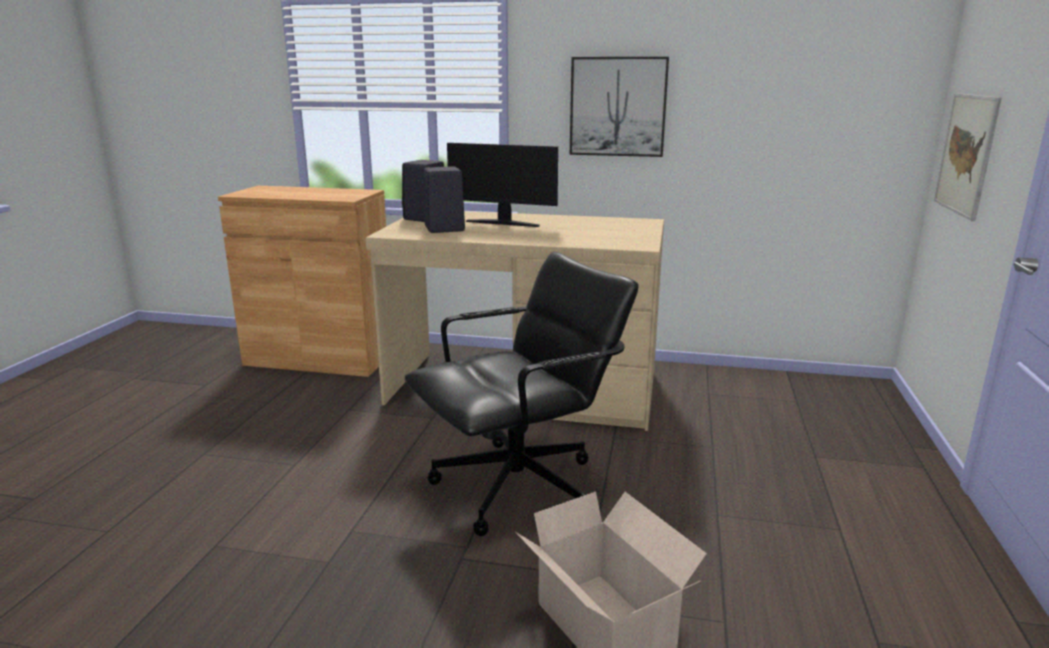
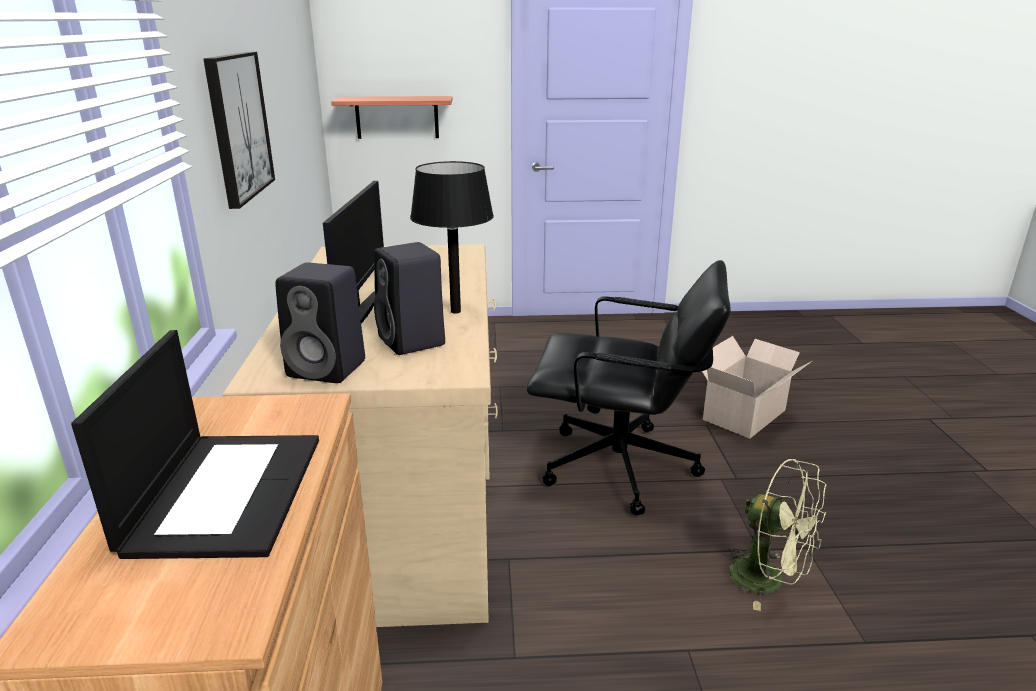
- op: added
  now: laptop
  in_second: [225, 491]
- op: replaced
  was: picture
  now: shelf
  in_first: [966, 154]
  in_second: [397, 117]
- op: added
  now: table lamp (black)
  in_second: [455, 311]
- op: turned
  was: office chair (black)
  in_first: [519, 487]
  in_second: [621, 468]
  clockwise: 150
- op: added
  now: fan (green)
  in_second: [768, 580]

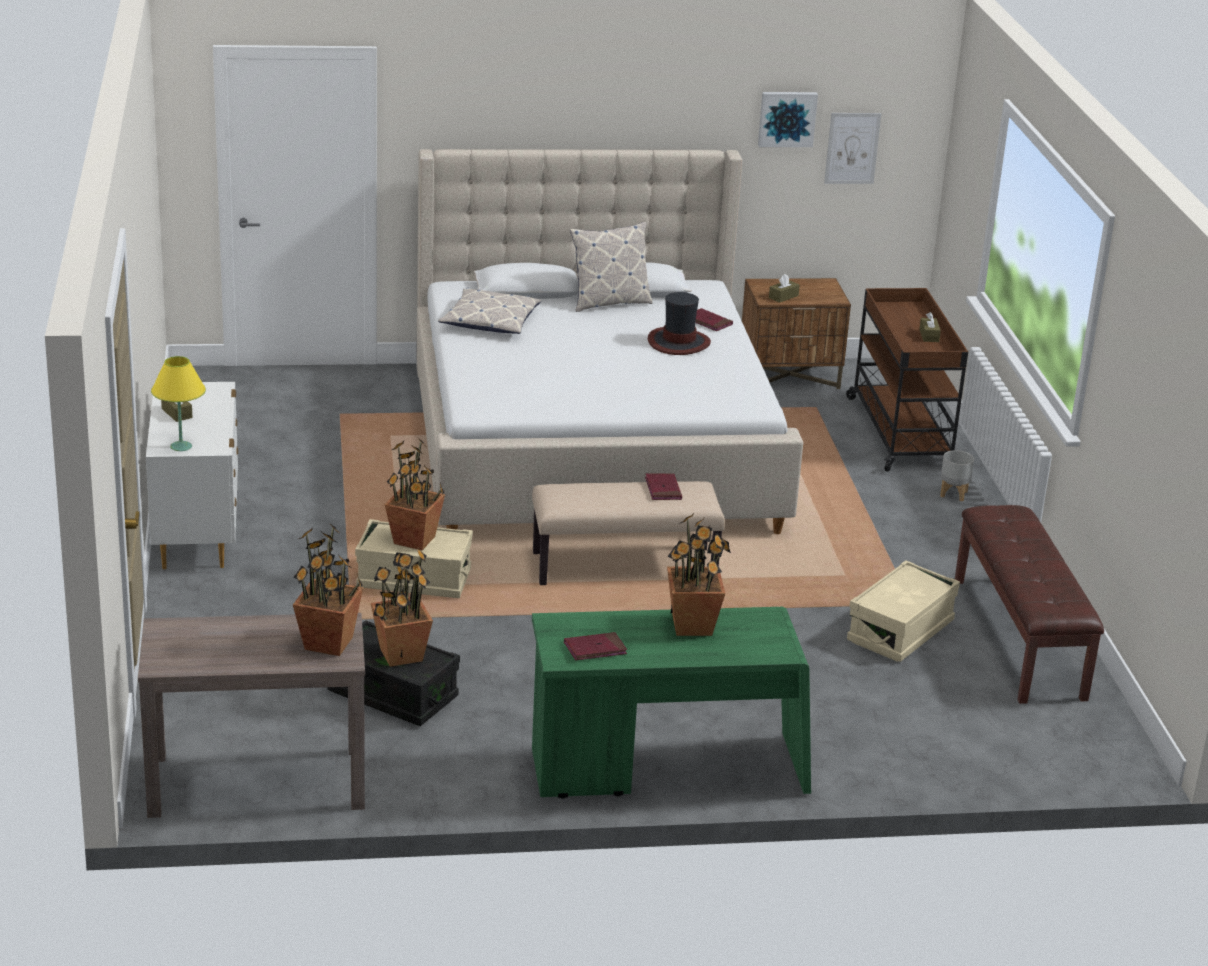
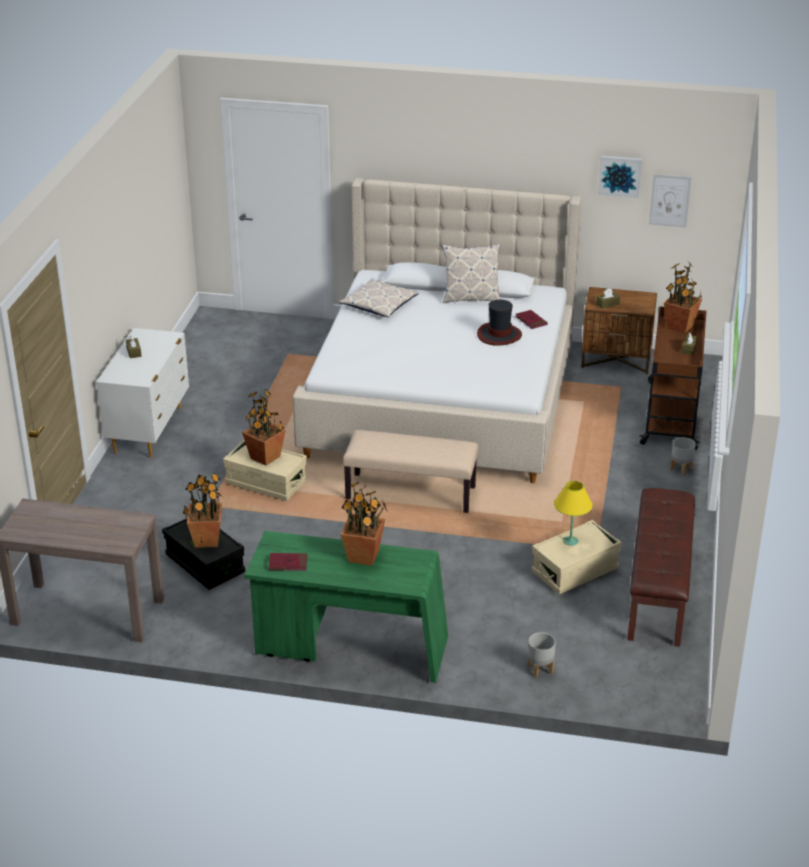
- op: added
  now: planter (grey)
  in_second: [540, 668]
- op: moved
  was: table lamp (yellow)
  in_first: [181, 446]
  in_second: [570, 541]
- op: moved
  was: potted plant
  in_first: [328, 644]
  in_second: [680, 327]
- op: removed
  was: book (red)
  in_first: [663, 489]

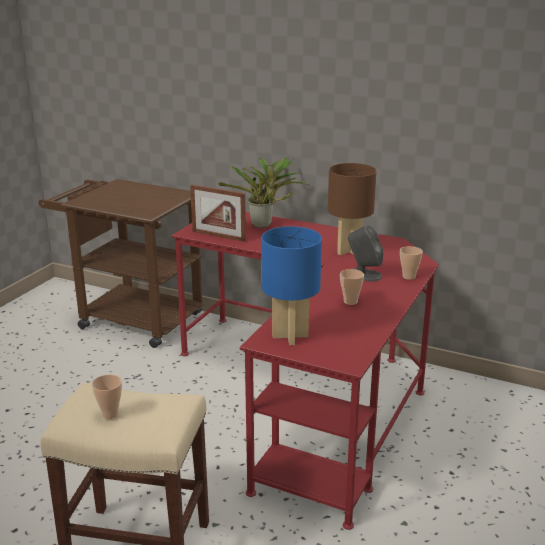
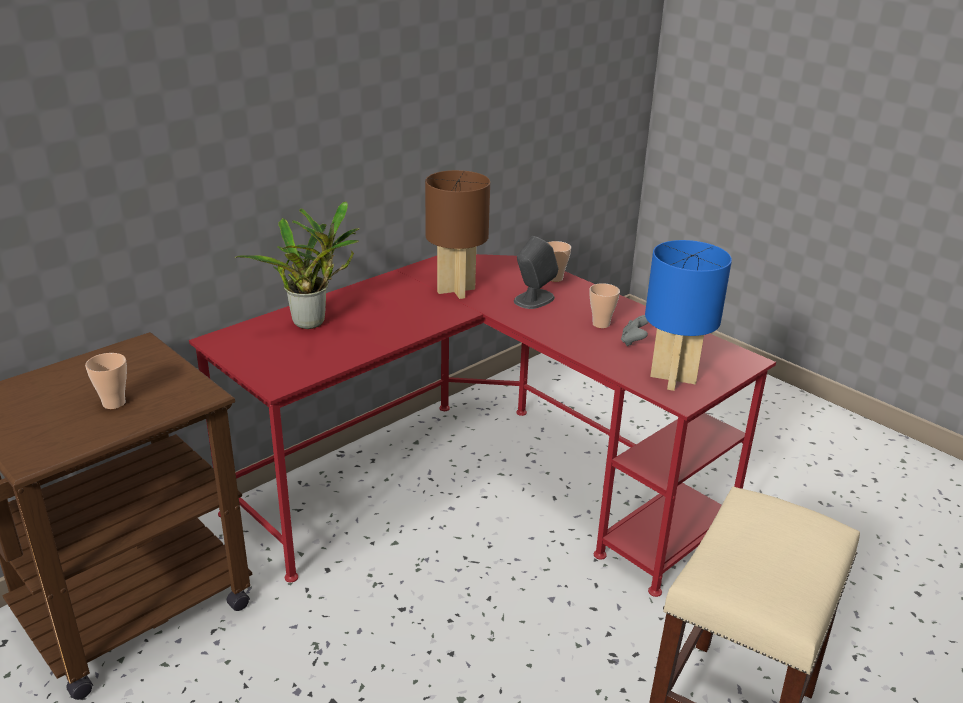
- op: moved
  was: cup
  in_first: [110, 414]
  in_second: [114, 403]
- op: added
  now: game controller (grey)
  in_second: [634, 341]
- op: removed
  was: picture frame
  in_first: [218, 236]

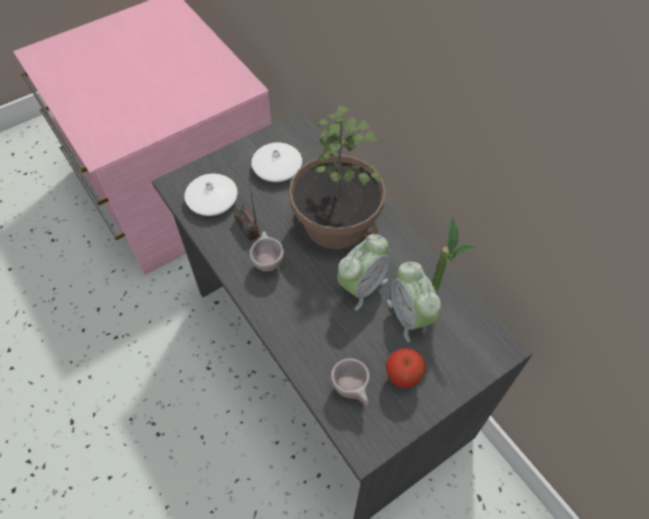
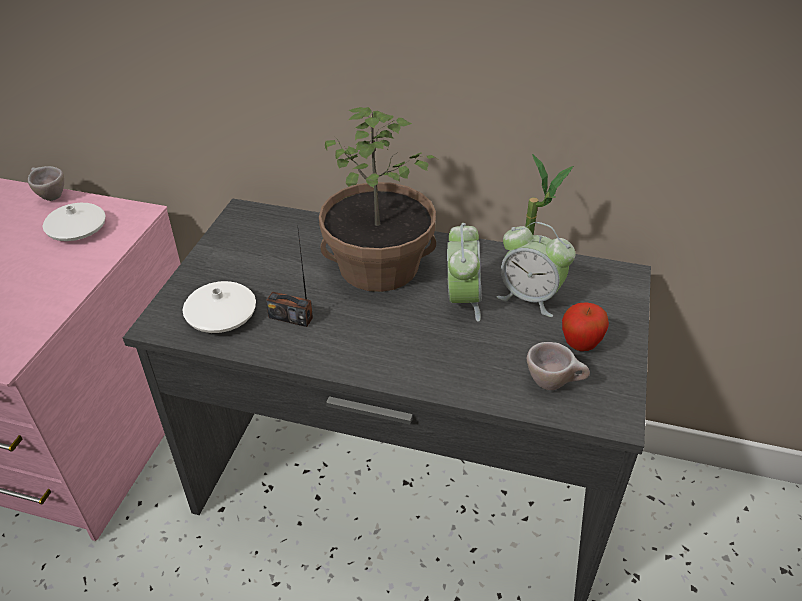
- op: moved
  was: cup (beige)
  in_first: [267, 261]
  in_second: [49, 196]
- op: moved
  was: vase (white)
  in_first: [277, 167]
  in_second: [77, 229]

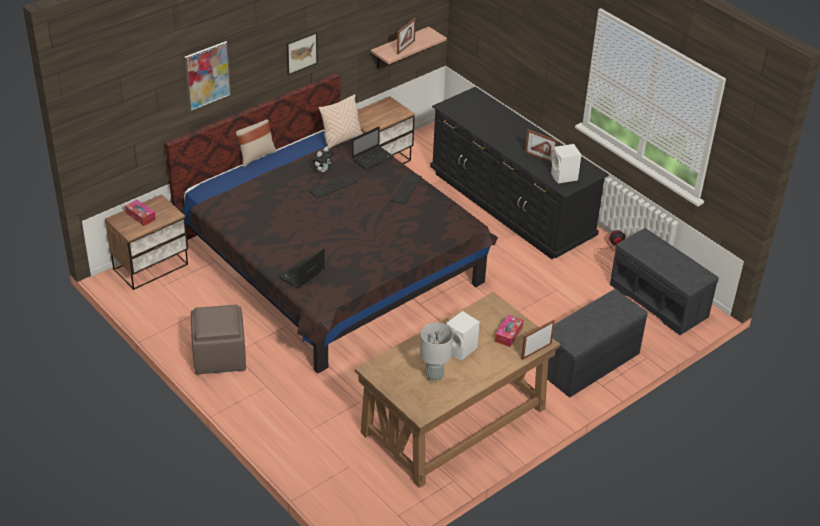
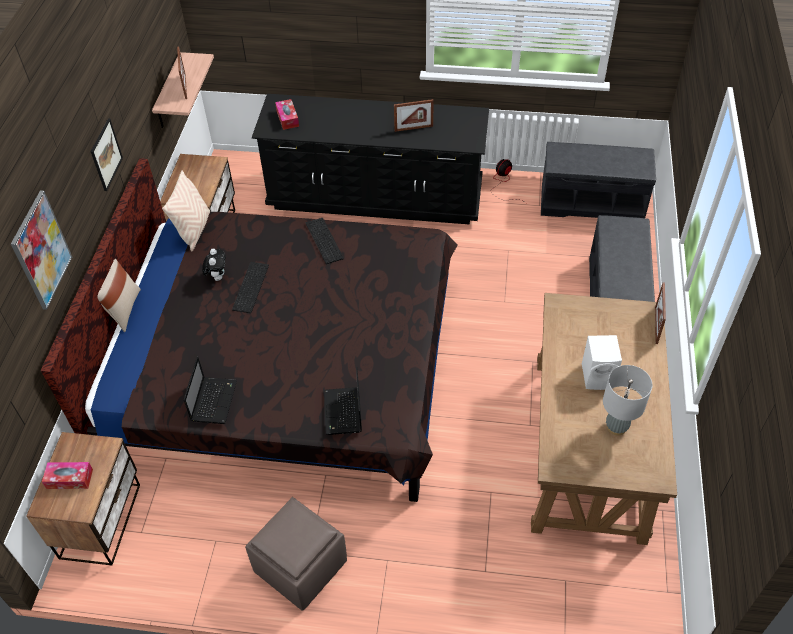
- op: moved
  was: laptop
  in_first: [373, 158]
  in_second: [214, 400]
- op: moved
  was: tissue box
  in_first: [508, 334]
  in_second: [287, 118]
- op: removed
  was: speaker (white)
  in_first: [564, 177]

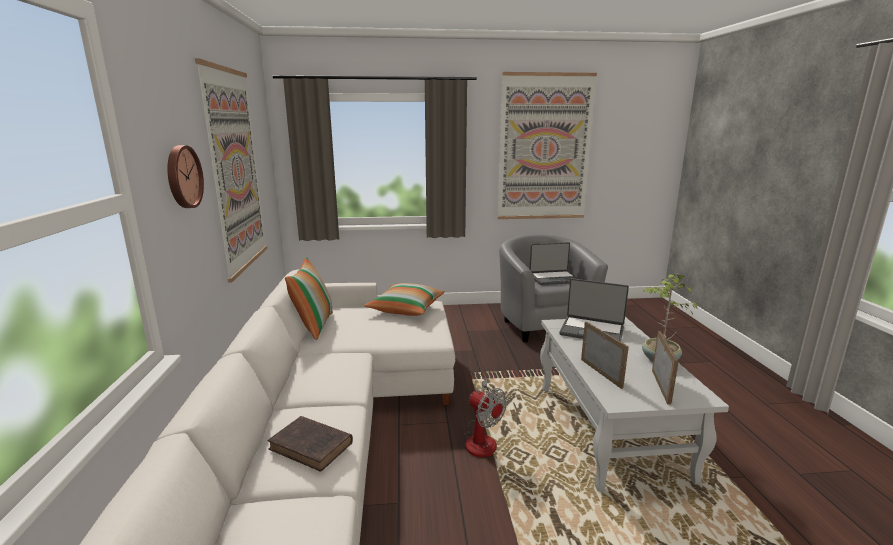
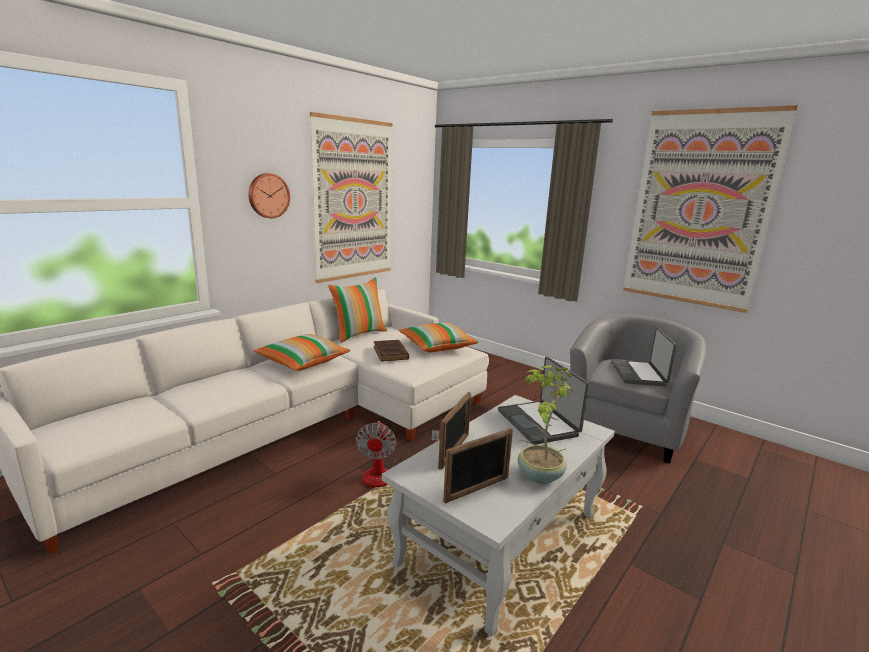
- op: added
  now: pillow
  in_second: [303, 362]
- op: moved
  was: book (brown)
  in_first: [312, 447]
  in_second: [391, 353]
- op: turned
  was: laptop
  in_first: [553, 278]
  in_second: [639, 374]
  clockwise: 60

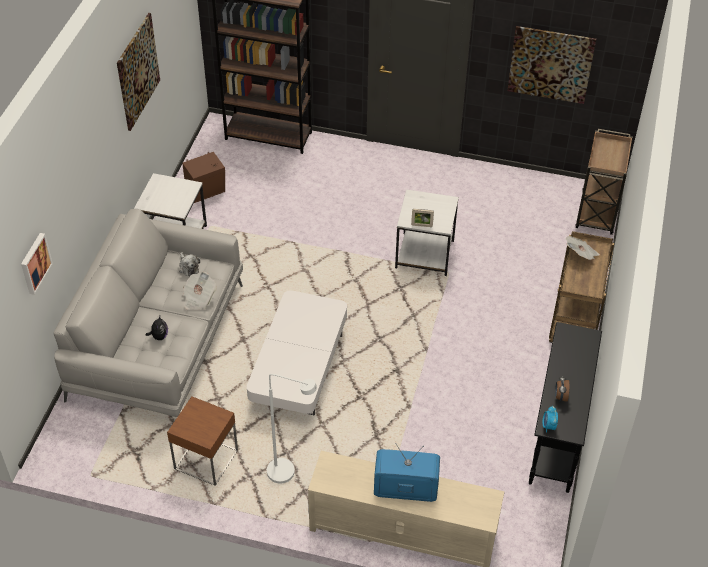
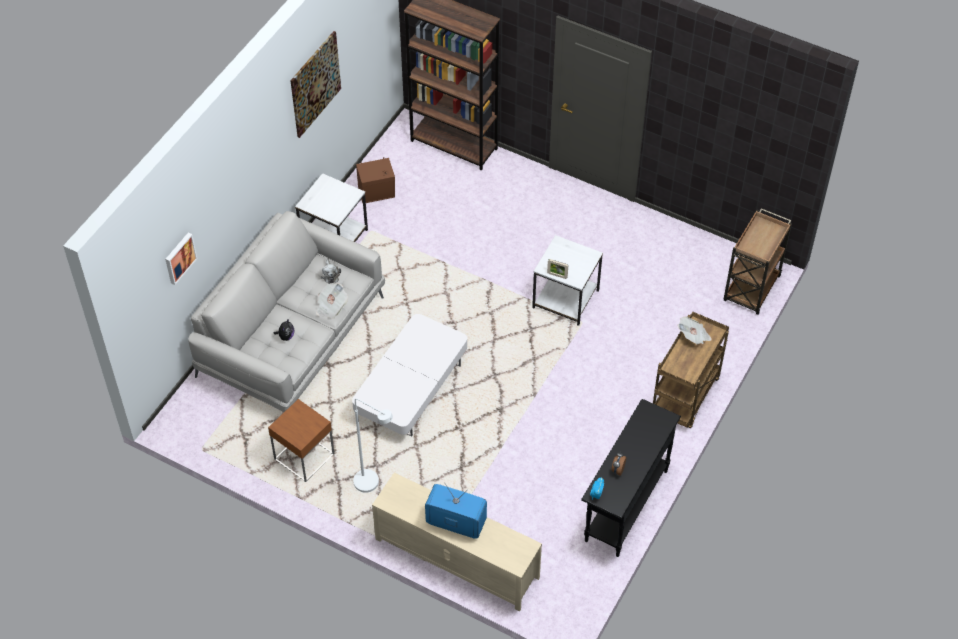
- op: removed
  was: picture
  in_first: [550, 64]

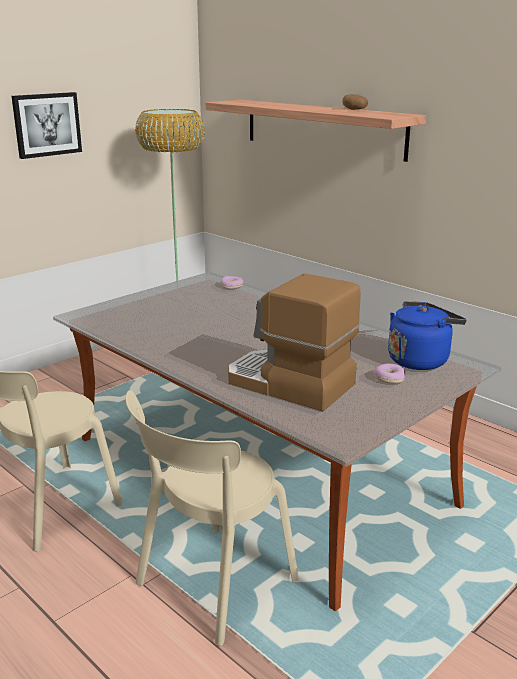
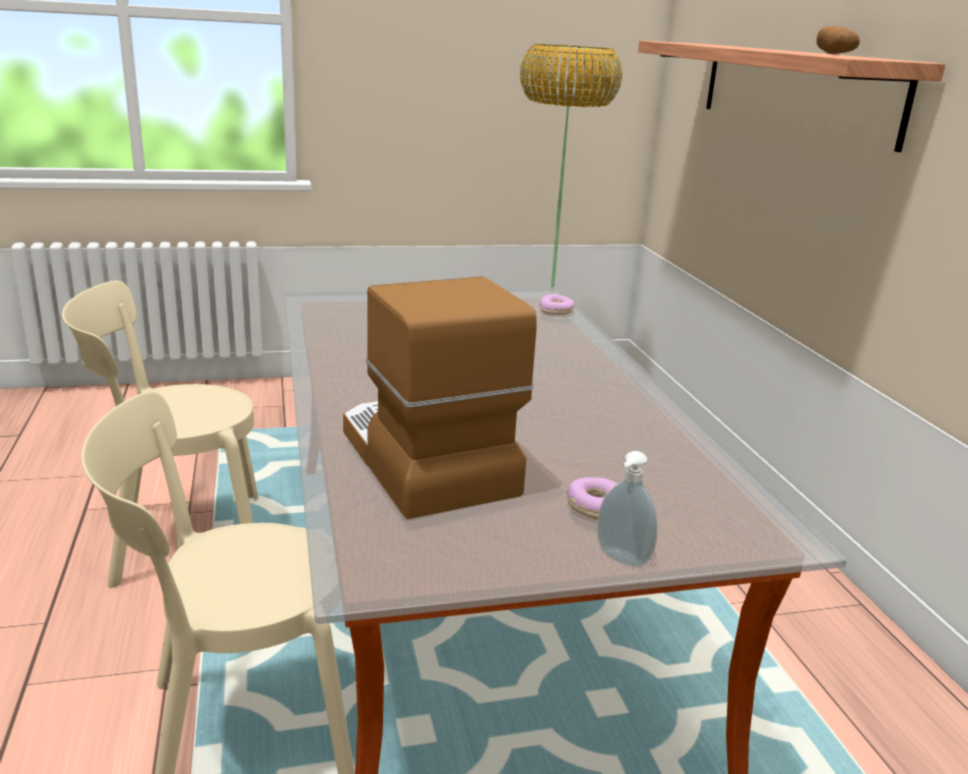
- op: added
  now: soap dispenser
  in_second: [620, 560]
- op: removed
  was: picture
  in_first: [46, 124]
- op: removed
  was: kettle (blue)
  in_first: [420, 360]

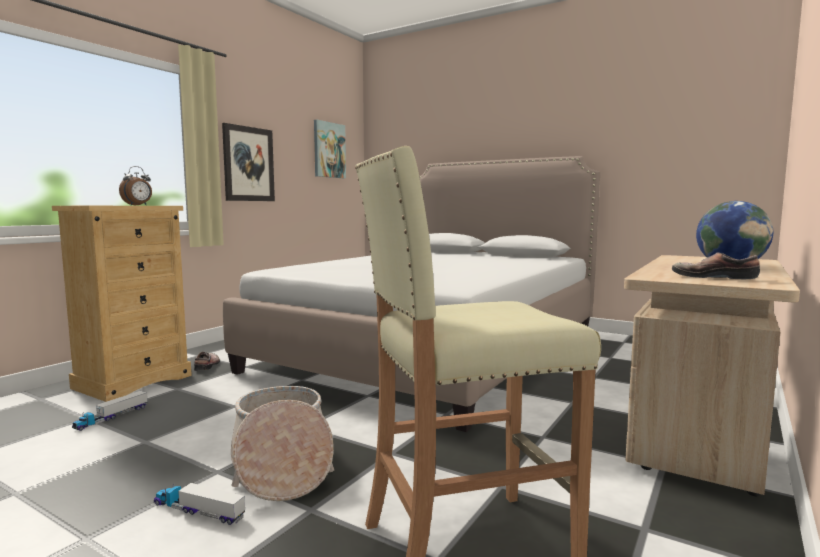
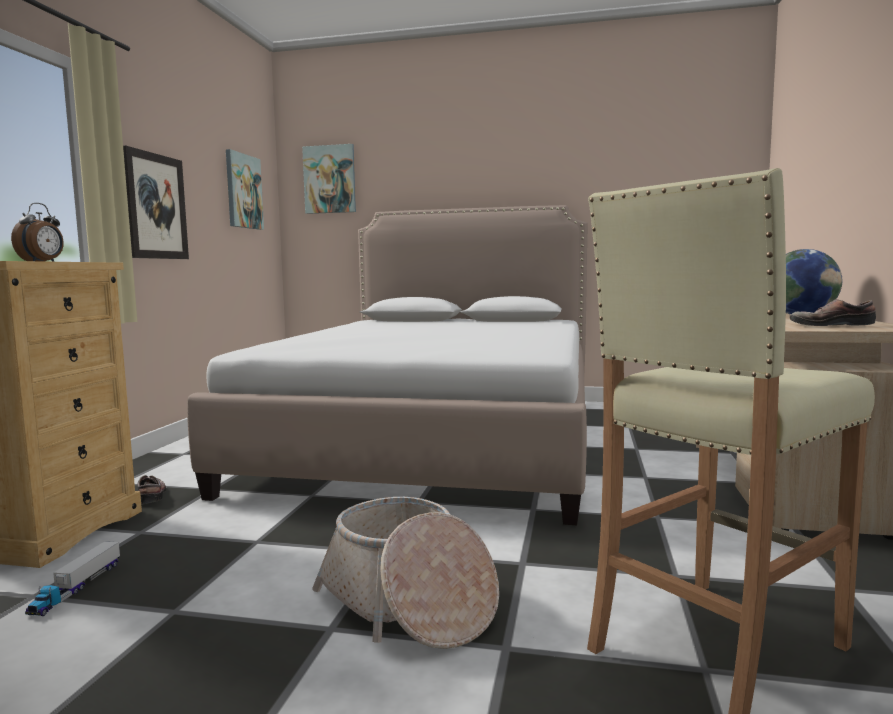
- op: added
  now: picture
  in_second: [330, 179]
- op: removed
  was: toy truck
  in_first: [198, 511]

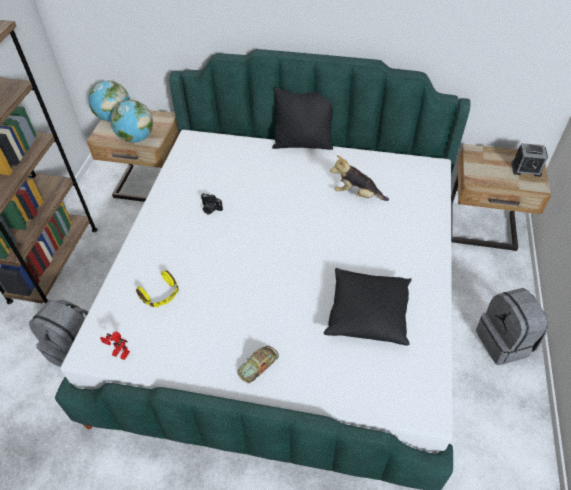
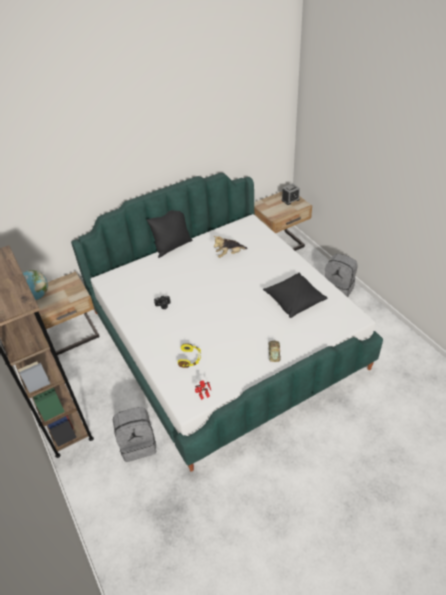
- op: removed
  was: globe
  in_first: [136, 138]

